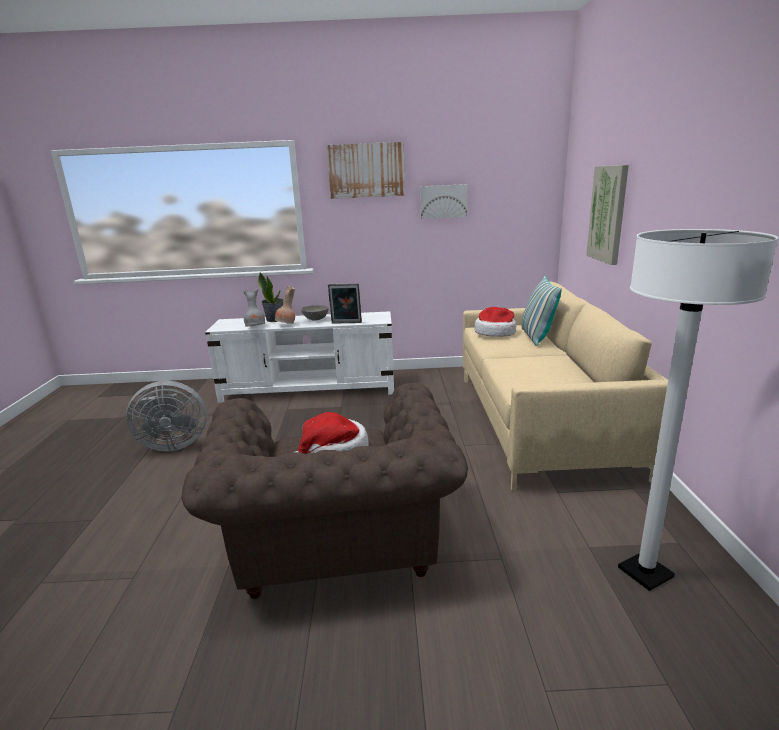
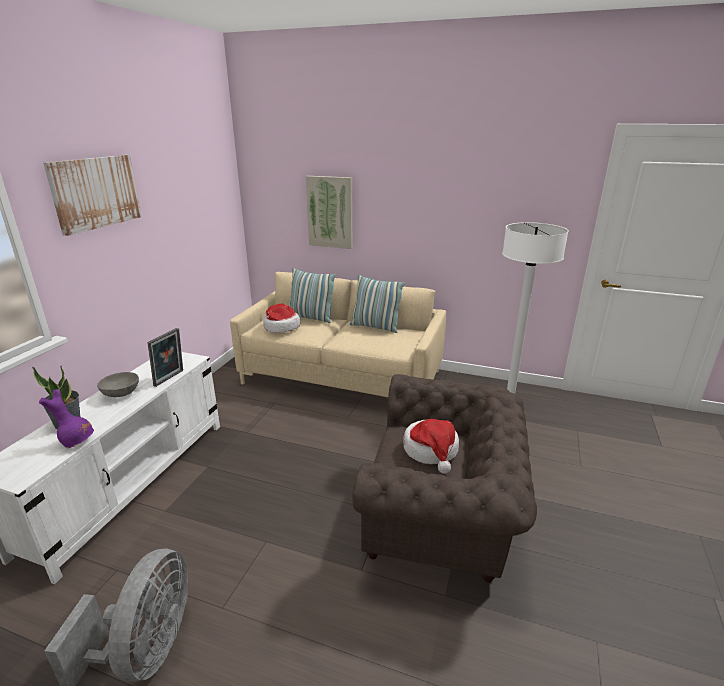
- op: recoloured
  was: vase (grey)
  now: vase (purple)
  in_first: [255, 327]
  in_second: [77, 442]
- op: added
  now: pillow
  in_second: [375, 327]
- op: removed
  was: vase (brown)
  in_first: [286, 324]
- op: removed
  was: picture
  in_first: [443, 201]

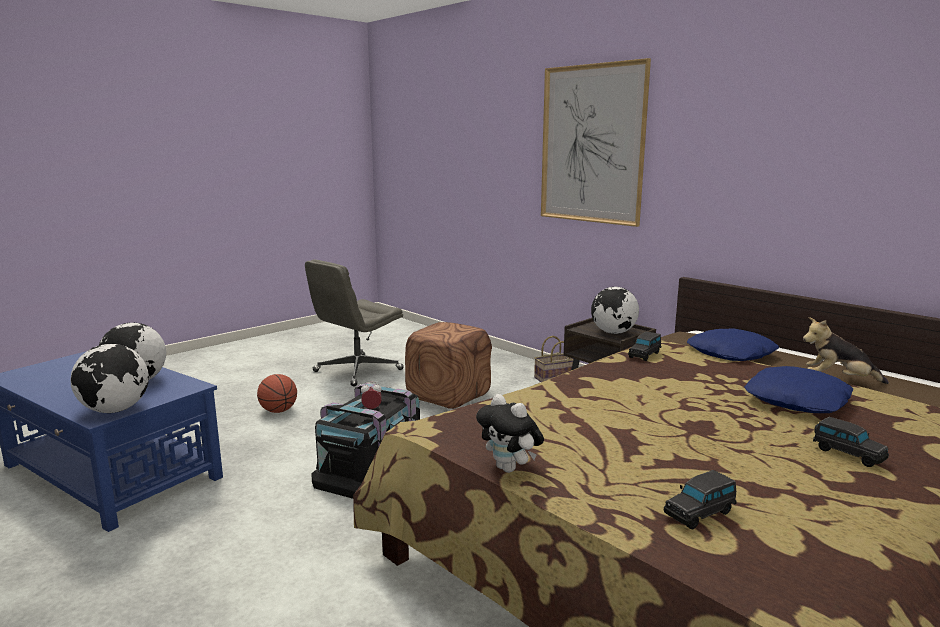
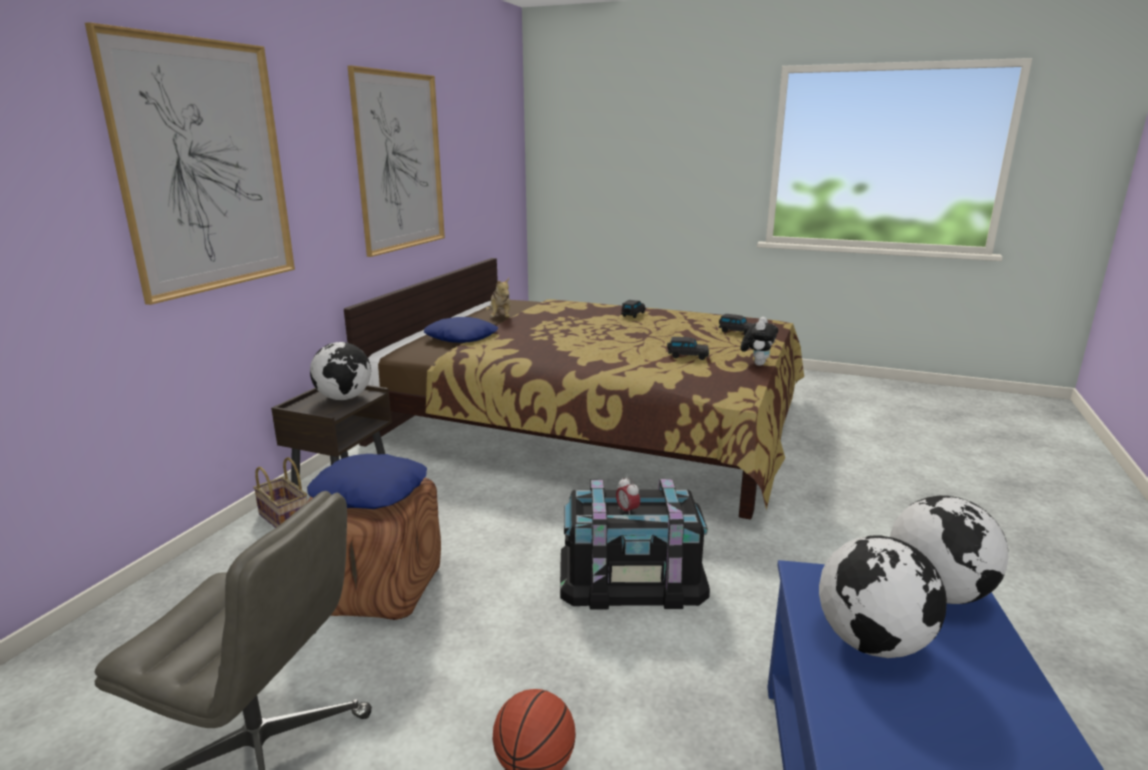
- op: moved
  was: pillow (blue)
  in_first: [797, 400]
  in_second: [370, 491]
- op: added
  now: picture
  in_second: [399, 162]
- op: moved
  was: toy car (black)
  in_first: [645, 355]
  in_second: [687, 356]

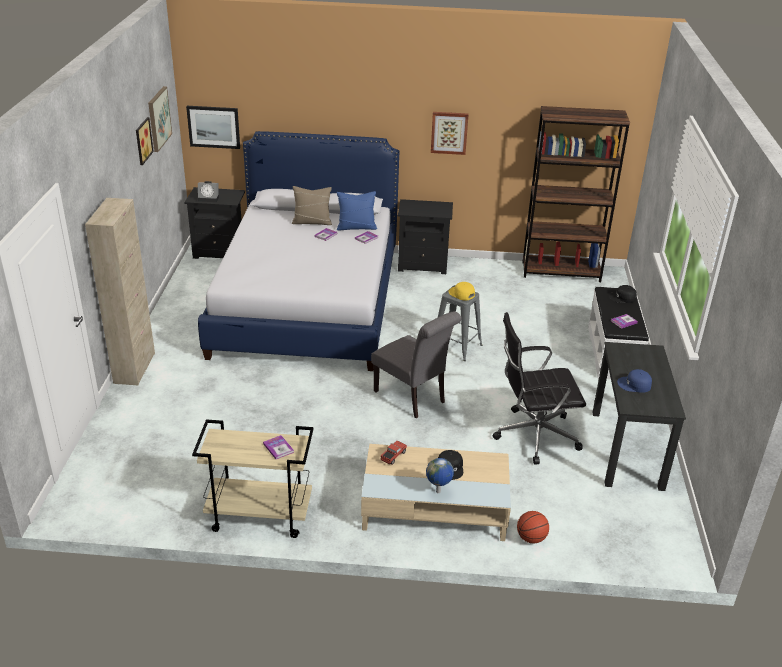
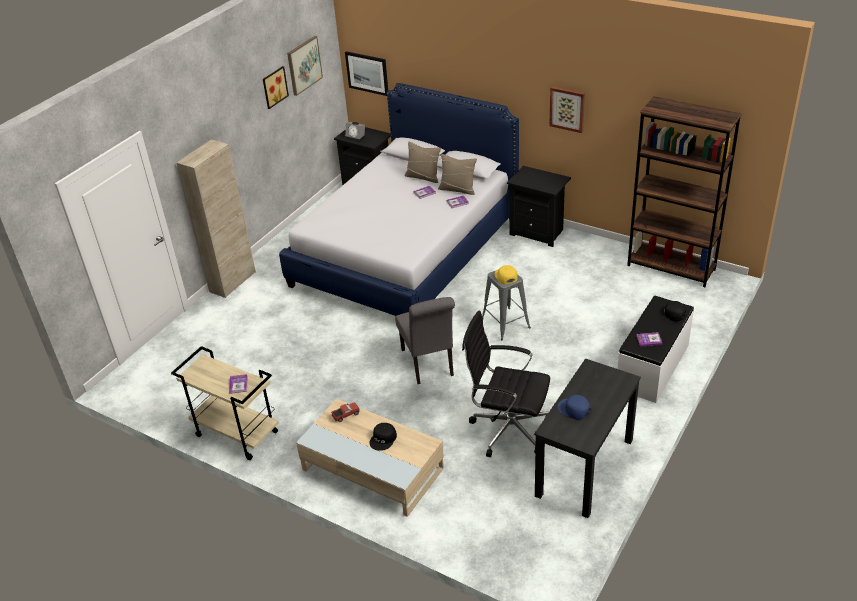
- op: recoloured
  was: pillow (blue)
  now: pillow (beige)
  in_first: [356, 227]
  in_second: [457, 189]
- op: removed
  was: globe
  in_first: [438, 492]
- op: removed
  was: basketball
  in_first: [531, 538]

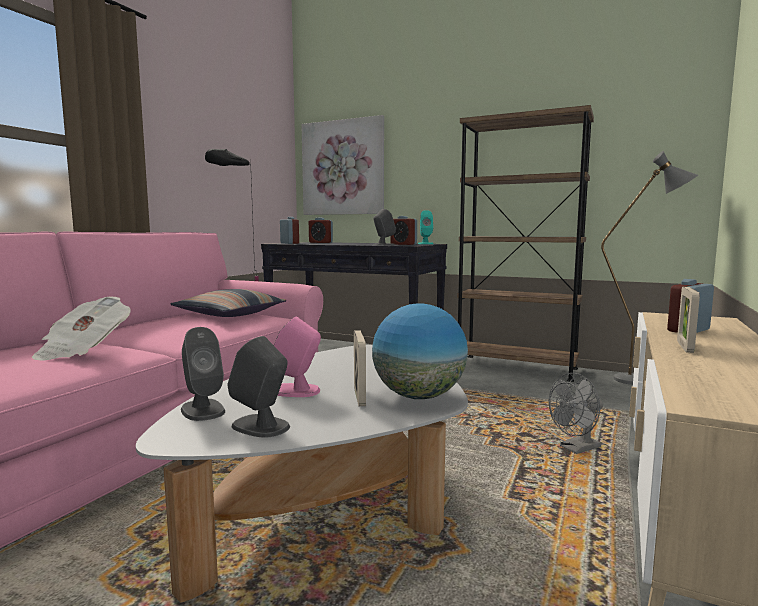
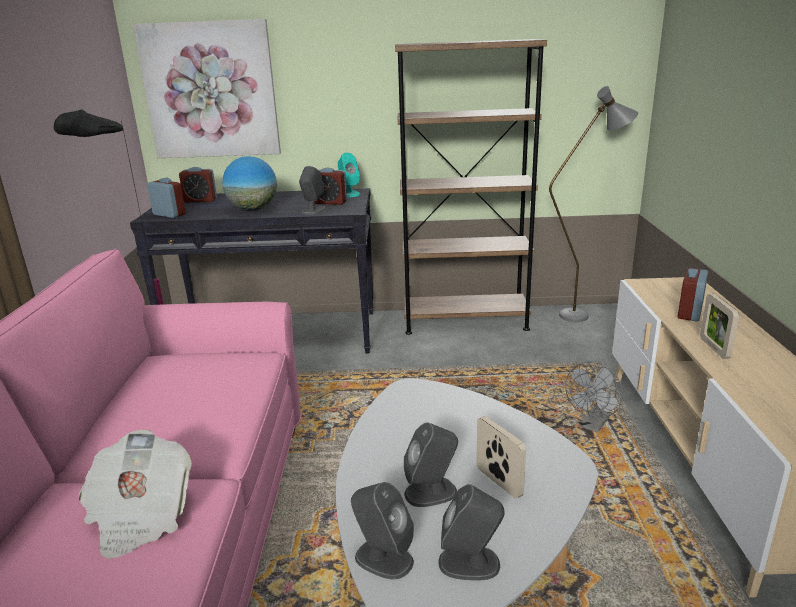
- op: moved
  was: globe
  in_first: [418, 396]
  in_second: [253, 209]
- op: recoloured
  was: speaker (pink)
  now: speaker (grey)
  in_first: [296, 391]
  in_second: [431, 492]
- op: removed
  was: pillow
  in_first: [230, 314]

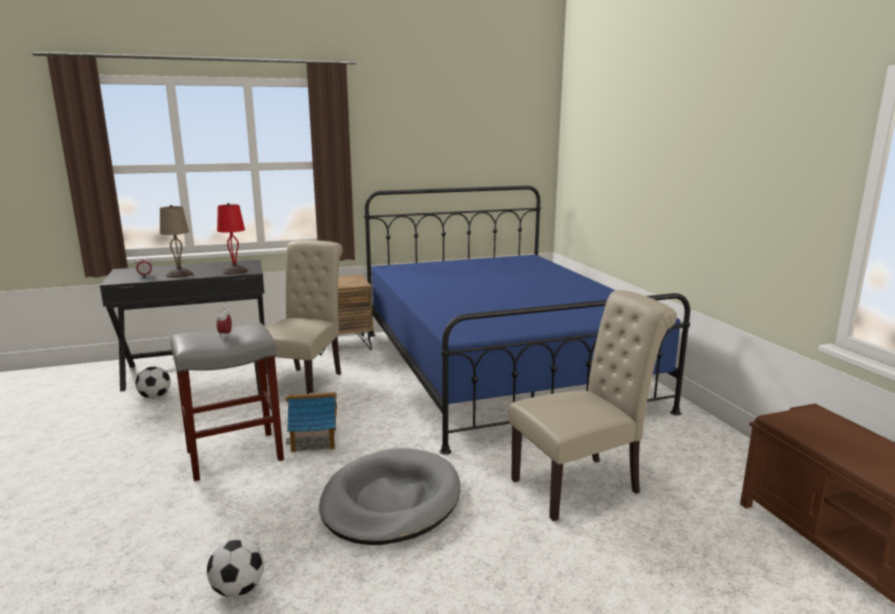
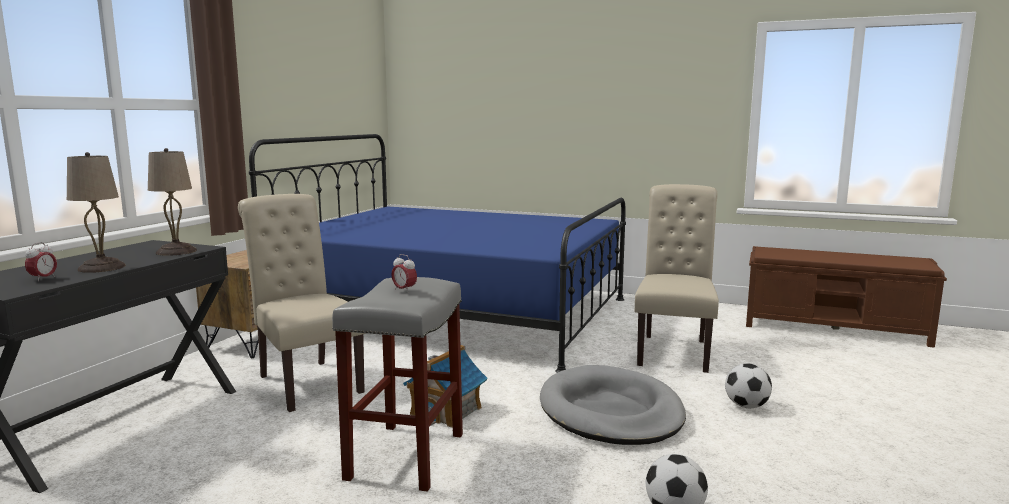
- op: recoloured
  was: table lamp (red)
  now: table lamp (beige)
  in_first: [234, 271]
  in_second: [175, 251]
- op: moved
  was: football
  in_first: [155, 397]
  in_second: [746, 406]

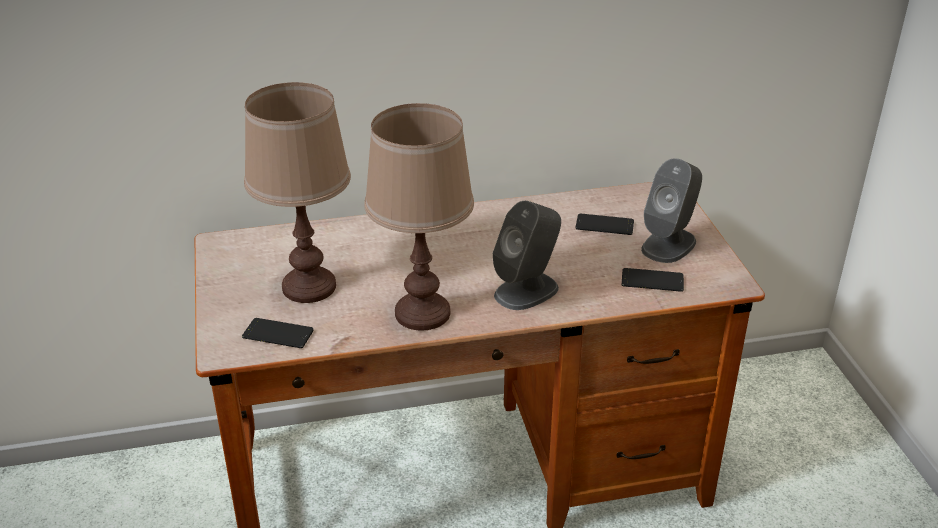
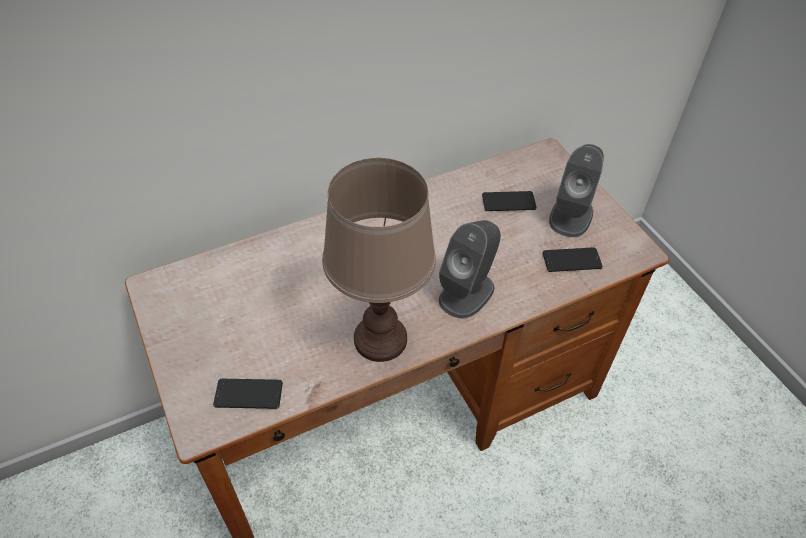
- op: removed
  was: table lamp (brown)
  in_first: [310, 287]

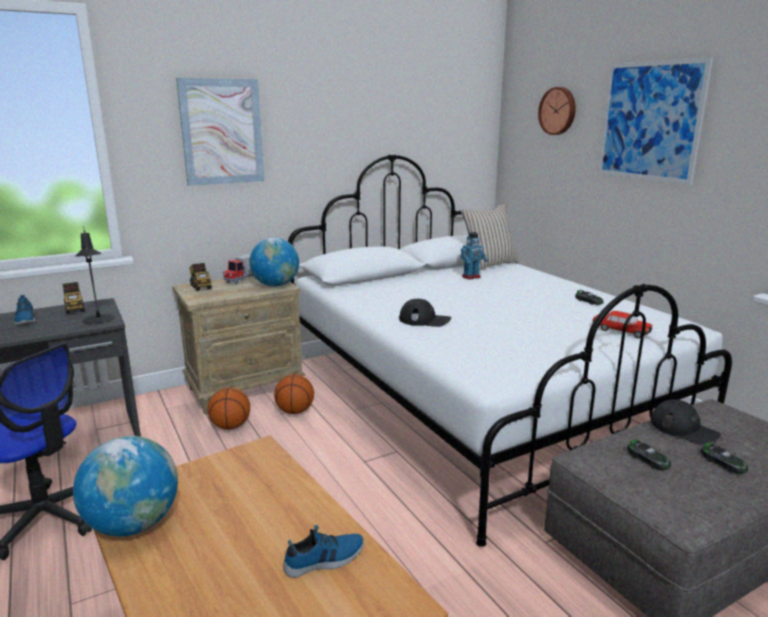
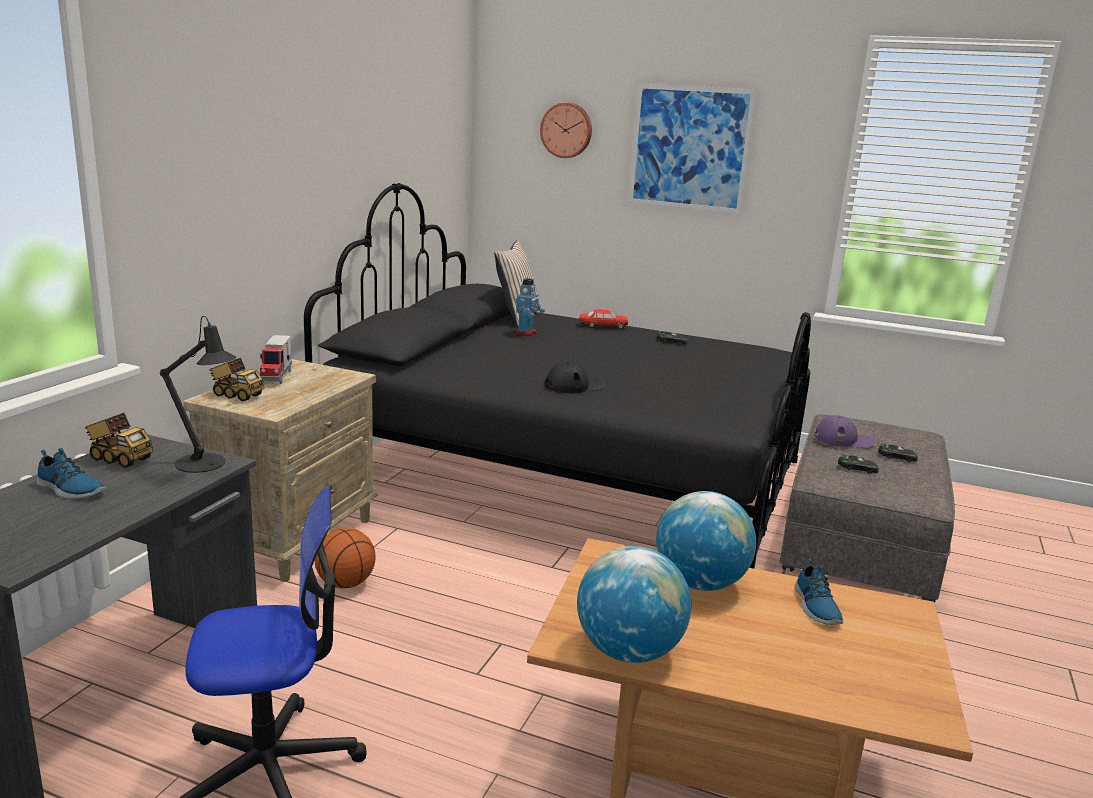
- op: recoloured
  was: bed (white)
  now: bed (black)
  in_first: [476, 400]
  in_second: [571, 476]
- op: moved
  was: toy car
  in_first: [621, 331]
  in_second: [603, 326]
- op: moved
  was: globe
  in_first: [276, 285]
  in_second: [699, 583]
- op: turned
  was: shoe
  in_first: [325, 560]
  in_second: [815, 606]
  clockwise: 150
- op: recoloured
  was: cap (black)
  now: cap (purple)
  in_first: [684, 429]
  in_second: [844, 440]
- op: removed
  was: picture
  in_first: [222, 132]
- op: removed
  was: basketball
  in_first: [295, 411]

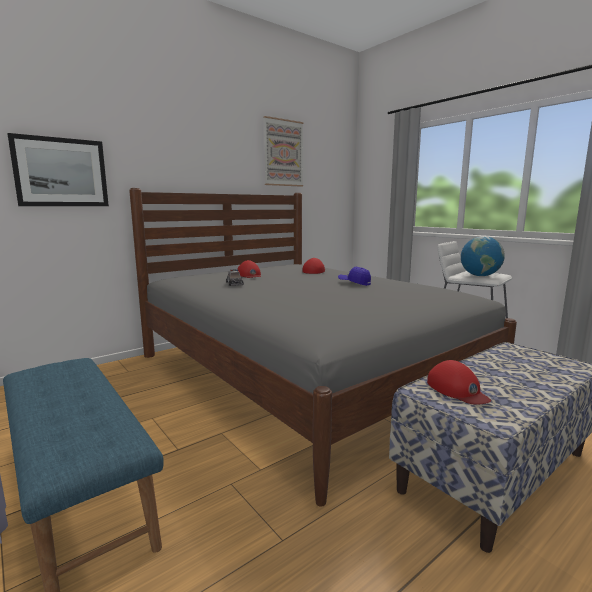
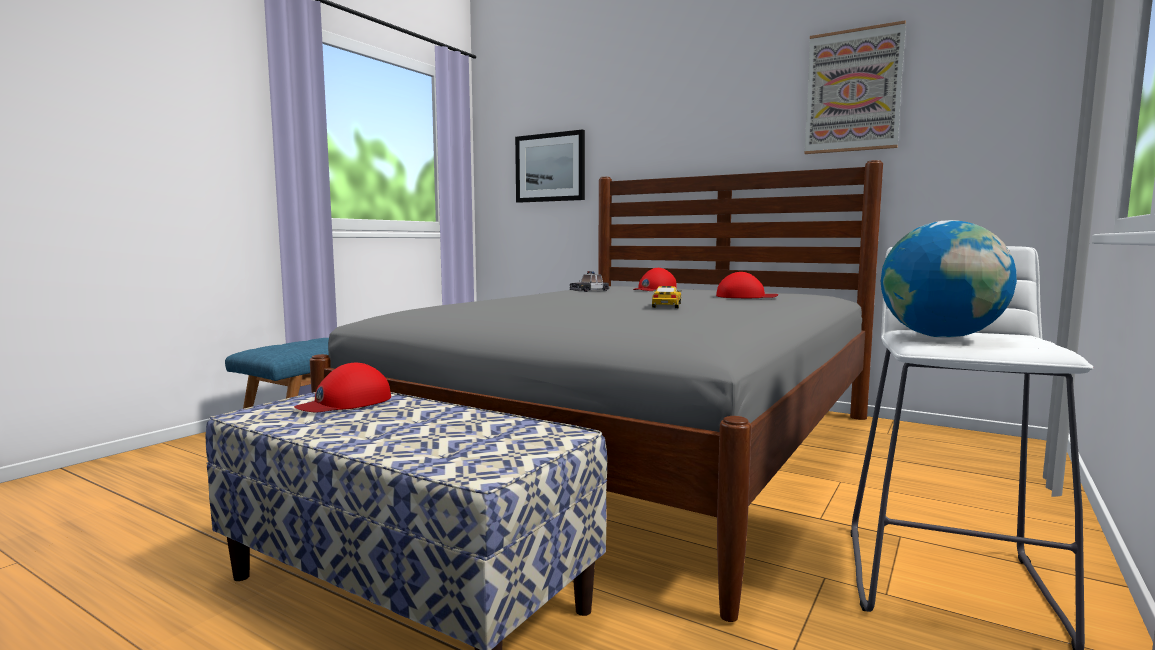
- op: replaced
  was: cap (blue)
  now: toy car
  in_first: [354, 283]
  in_second: [666, 306]

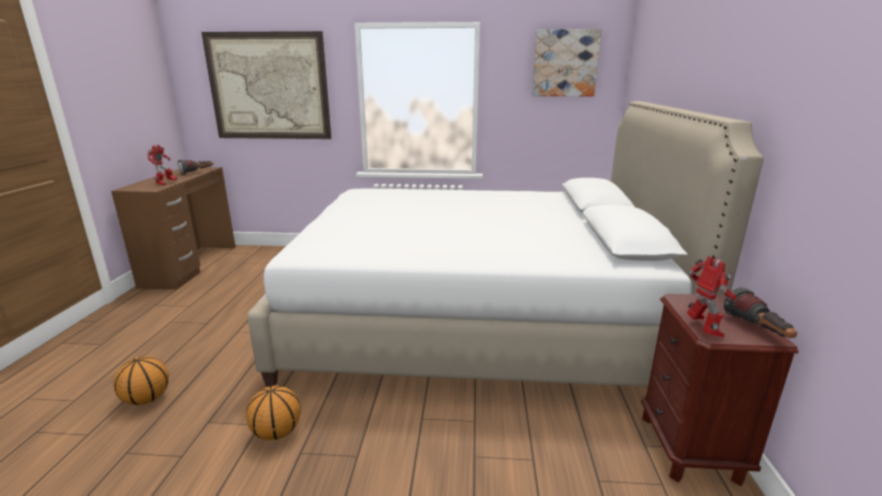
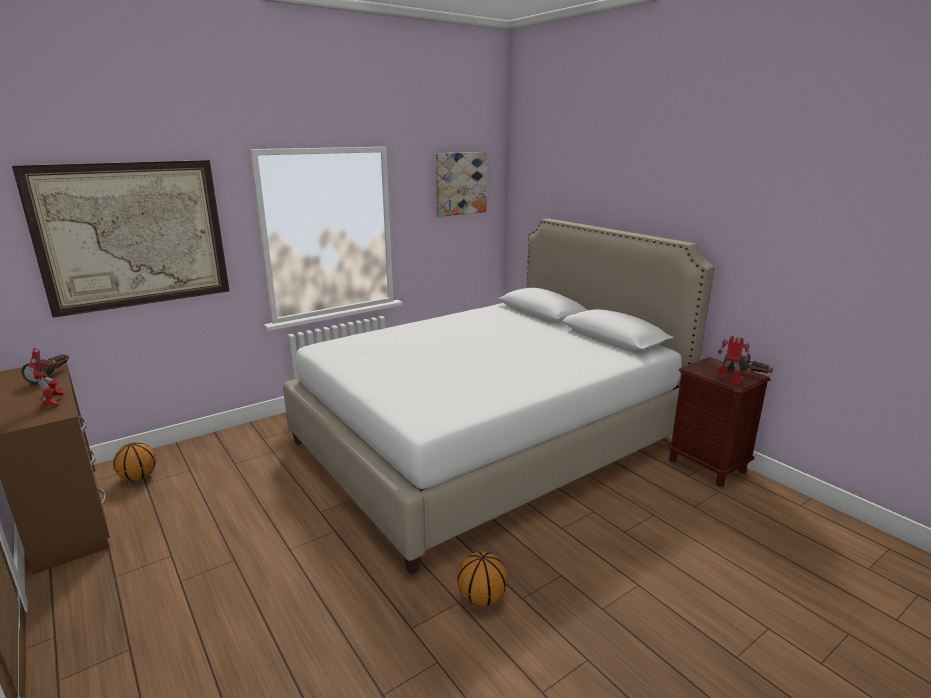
- op: moved
  was: basketball
  in_first: [146, 399]
  in_second: [138, 477]

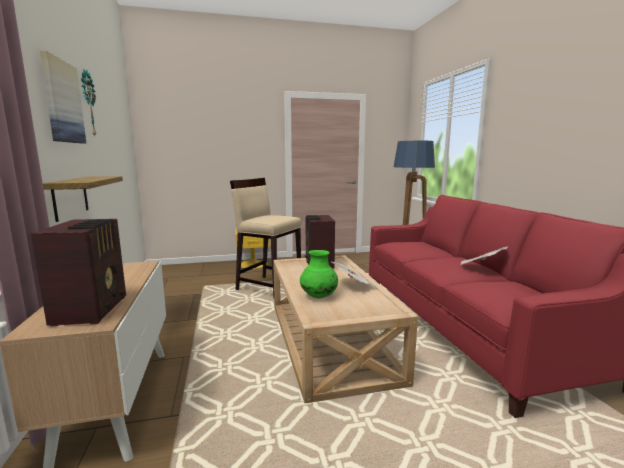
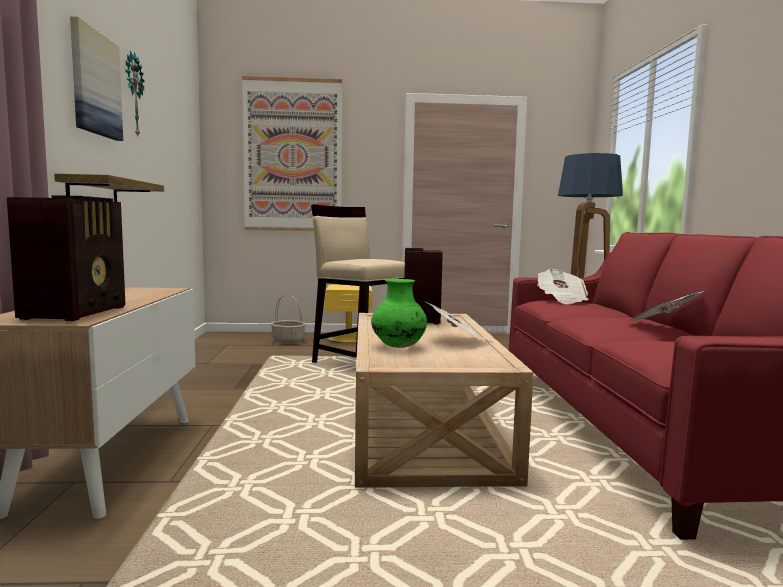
- op: added
  now: picture
  in_second: [293, 155]
- op: added
  now: basket
  in_second: [288, 341]
- op: added
  now: newspaper
  in_second: [561, 300]

